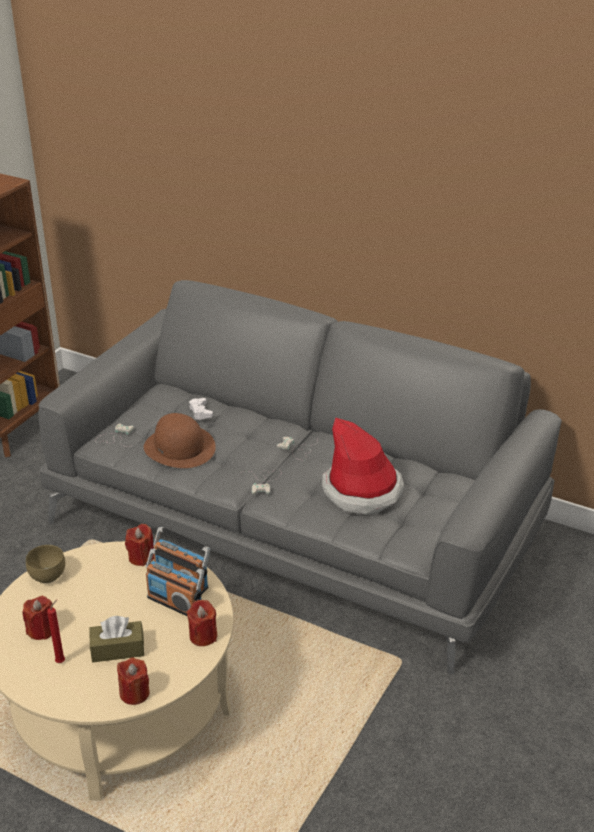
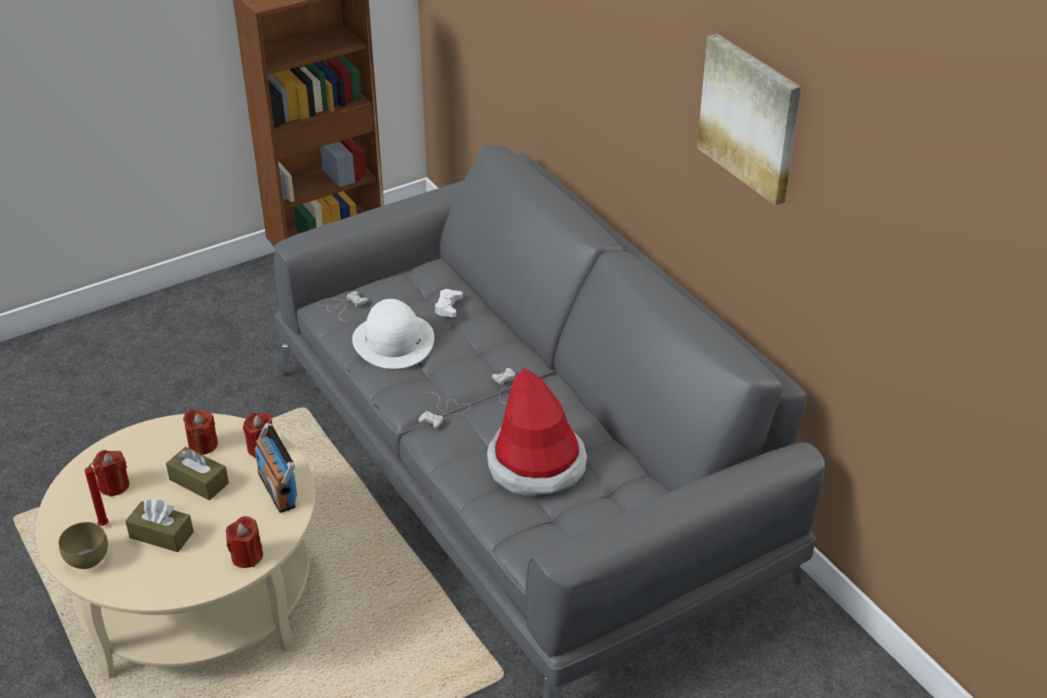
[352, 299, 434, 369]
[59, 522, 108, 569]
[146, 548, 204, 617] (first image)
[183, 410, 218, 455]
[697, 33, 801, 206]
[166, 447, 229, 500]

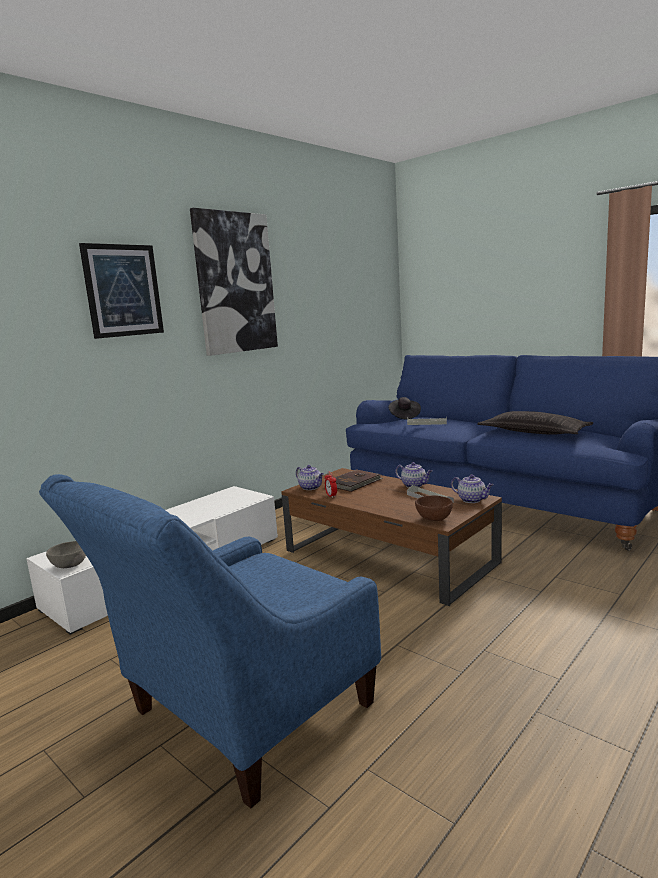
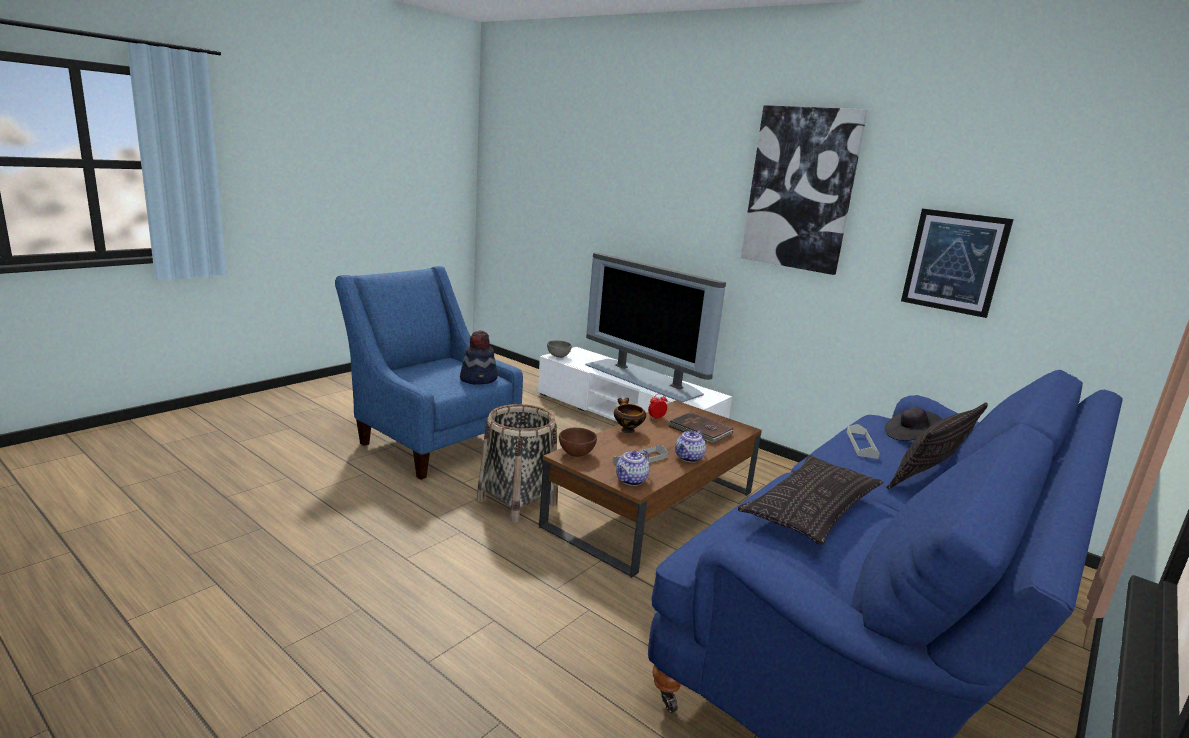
[901, 209, 1014, 318]
[296, 465, 324, 490] (first image)
[585, 252, 726, 403]
[460, 330, 498, 384]
[614, 398, 646, 433]
[887, 402, 988, 489]
[477, 404, 558, 523]

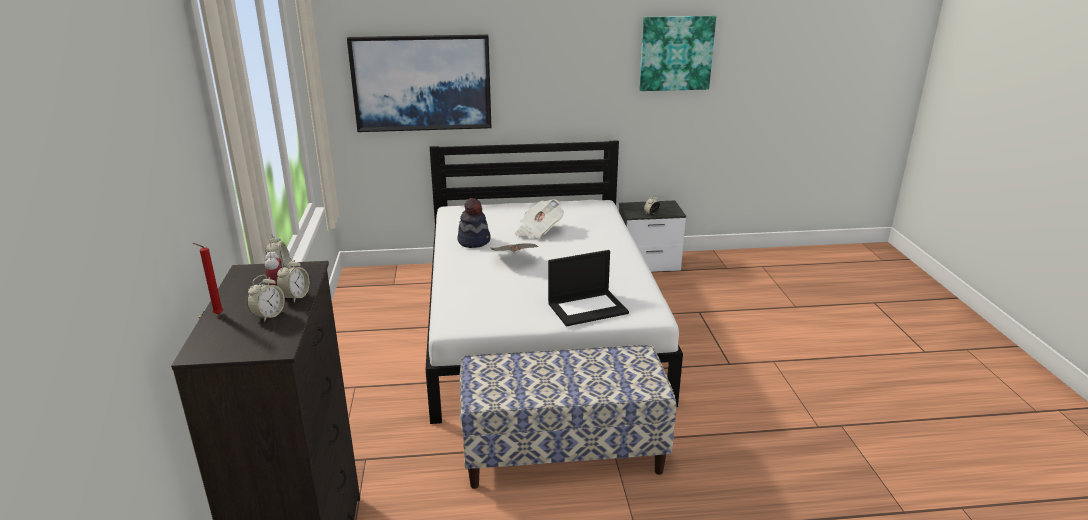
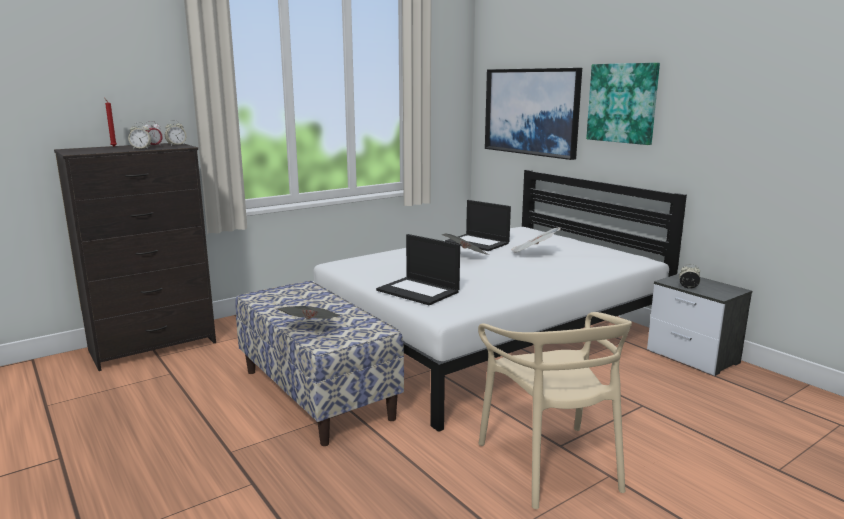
[586, 63, 660, 145]
[445, 200, 511, 251]
[247, 275, 285, 322] (first image)
[277, 306, 340, 319]
[478, 312, 632, 509]

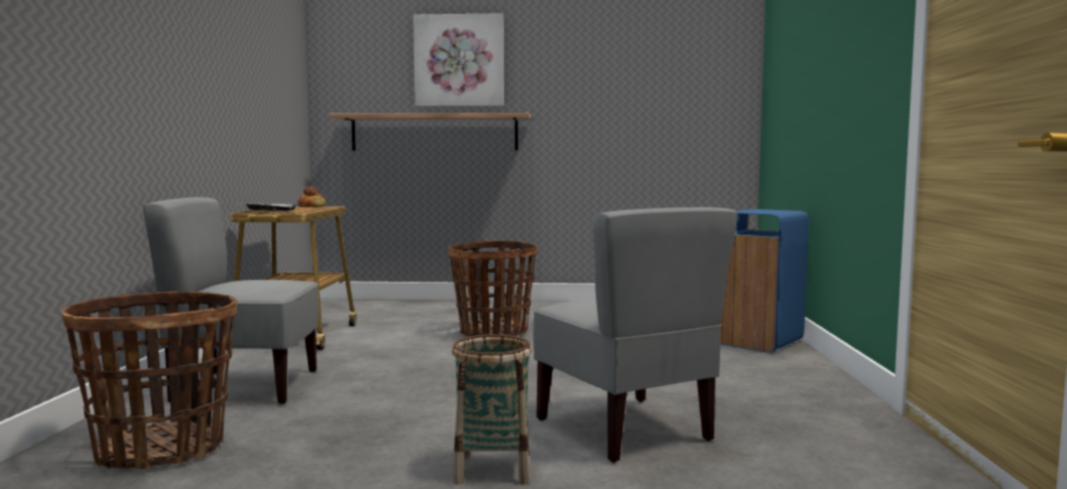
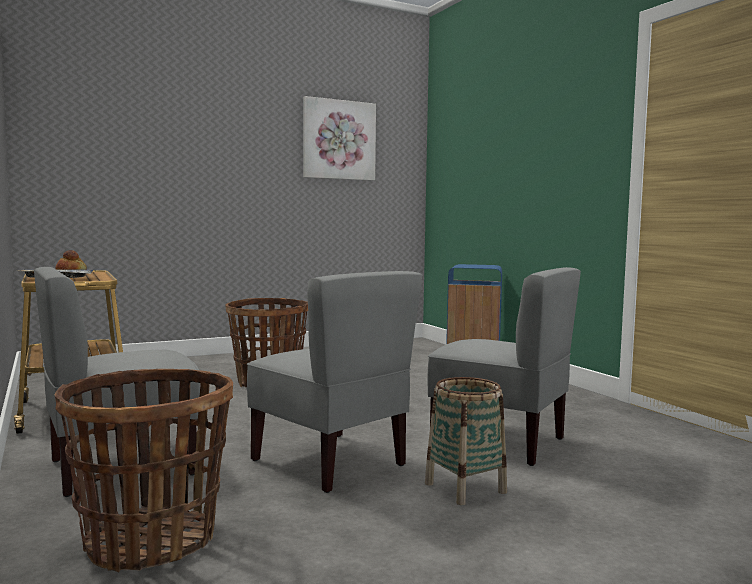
[303, 96, 376, 181]
[329, 113, 531, 151] (first image)
[247, 271, 422, 493]

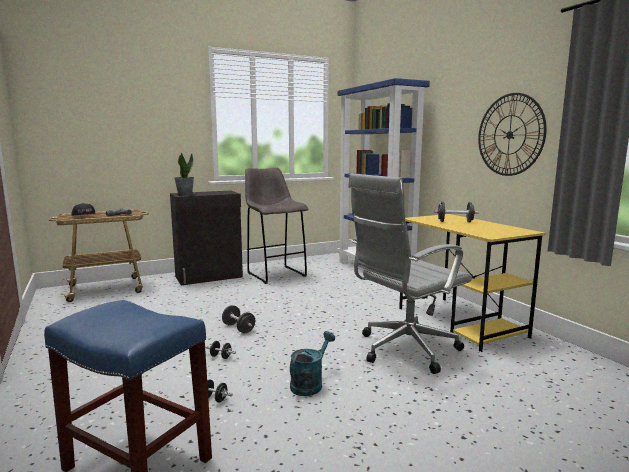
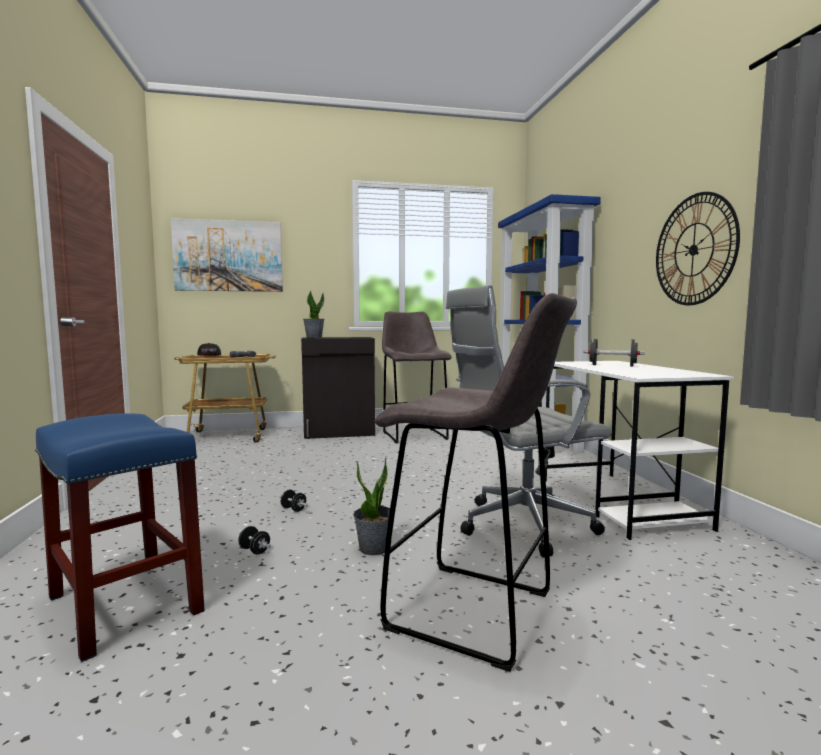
[544, 361, 734, 540]
[222, 305, 255, 333] (first image)
[353, 458, 390, 555]
[171, 218, 283, 292]
[374, 293, 577, 672]

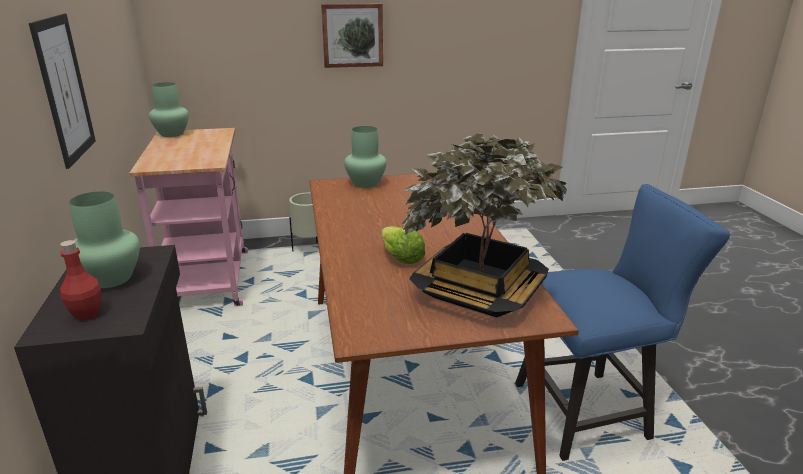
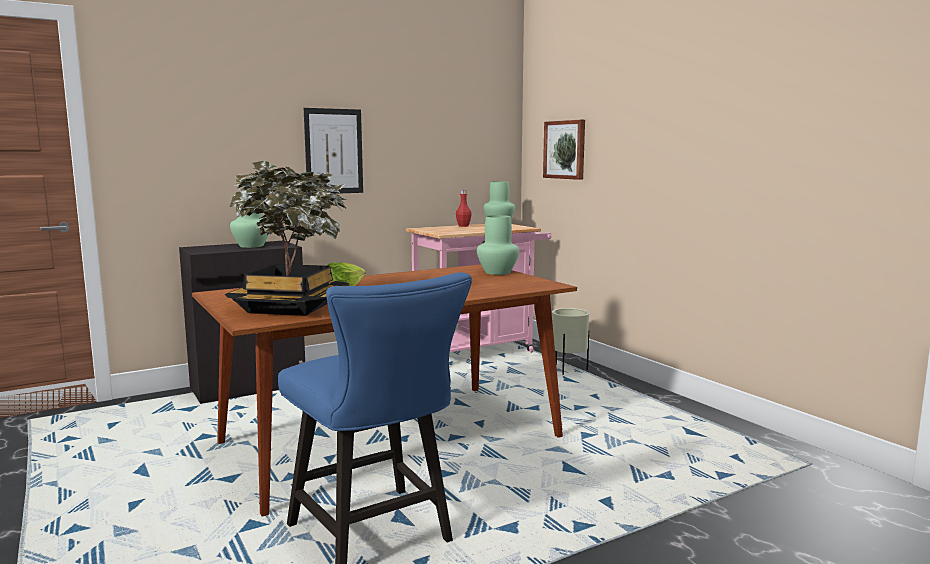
[543, 120, 585, 180]
[456, 190, 472, 227]

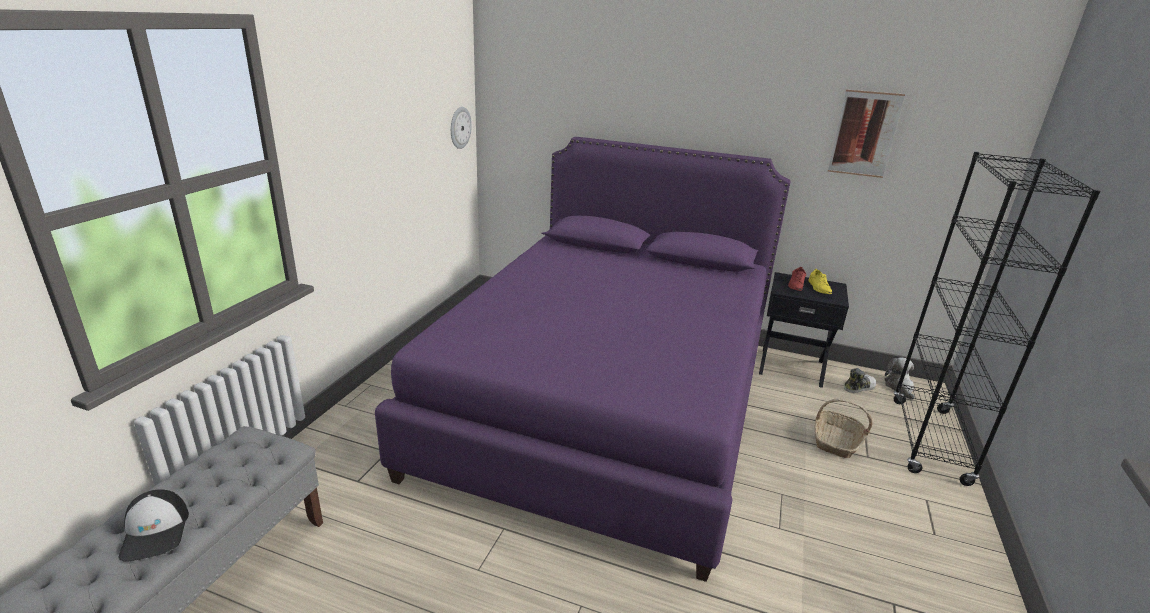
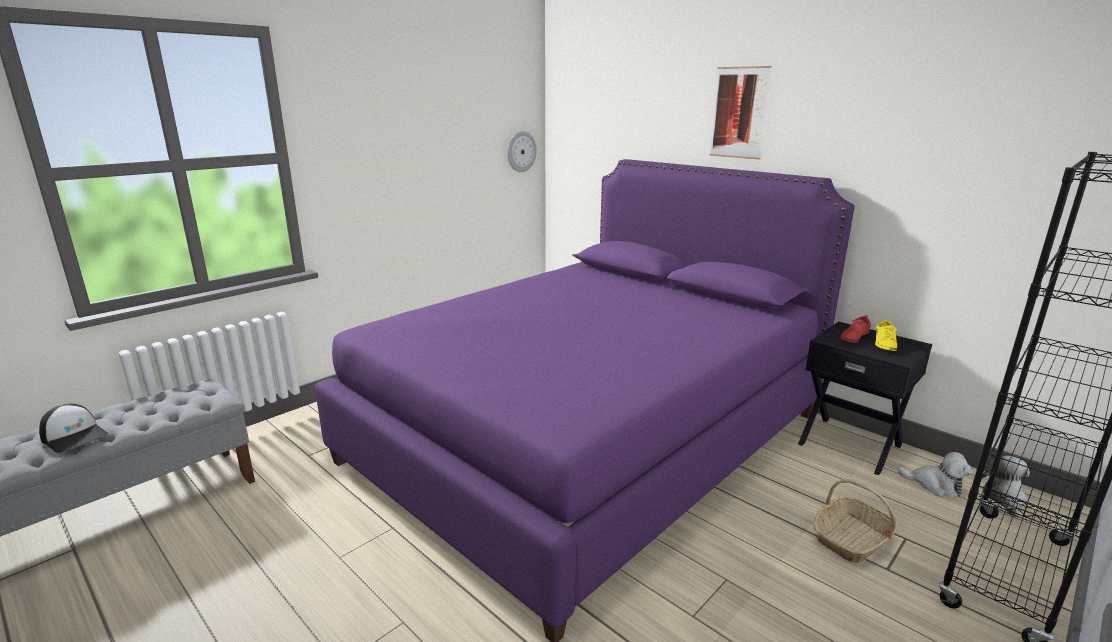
[710, 66, 772, 160]
[898, 452, 973, 497]
[39, 403, 108, 453]

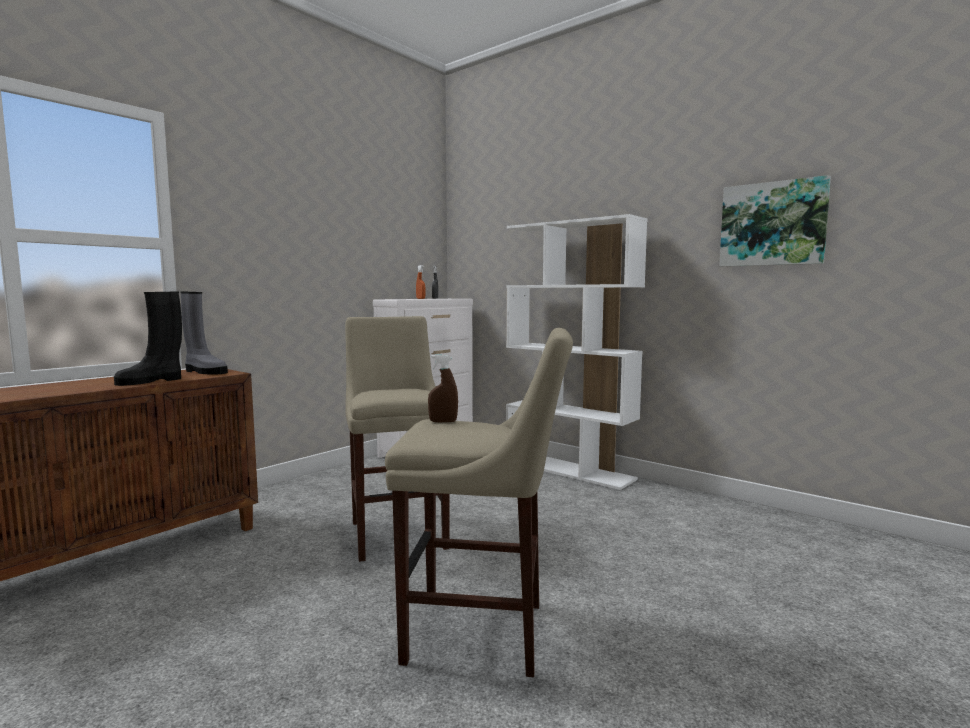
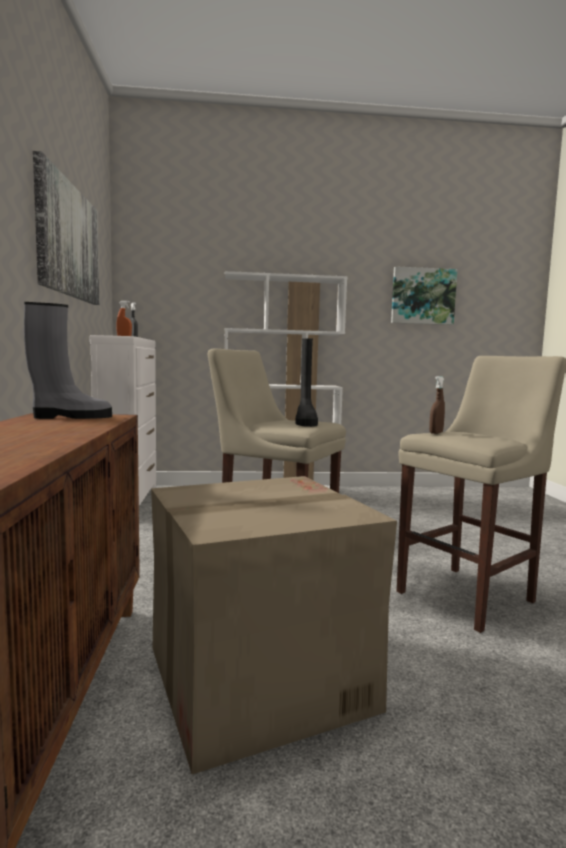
[295, 338, 318, 427]
[33, 151, 99, 305]
[151, 476, 397, 774]

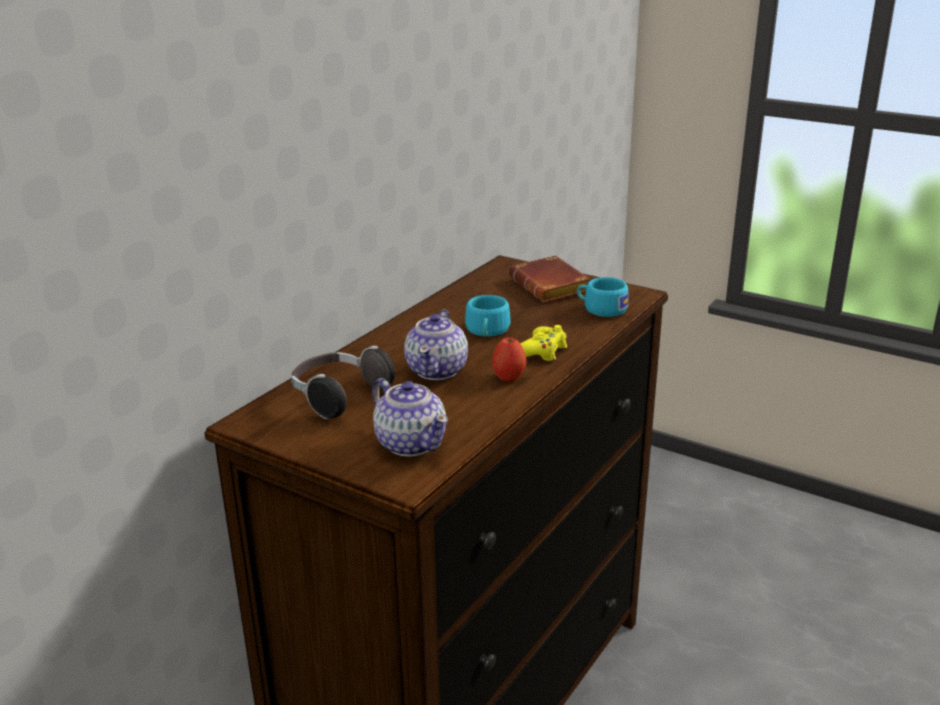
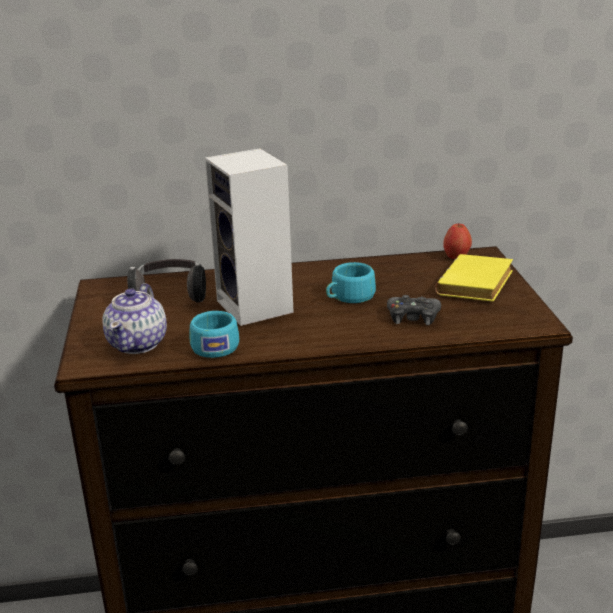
[435, 254, 513, 302]
[190, 311, 239, 358]
[205, 148, 294, 326]
[520, 325, 567, 361] (first image)
[443, 224, 472, 259]
[387, 295, 441, 325]

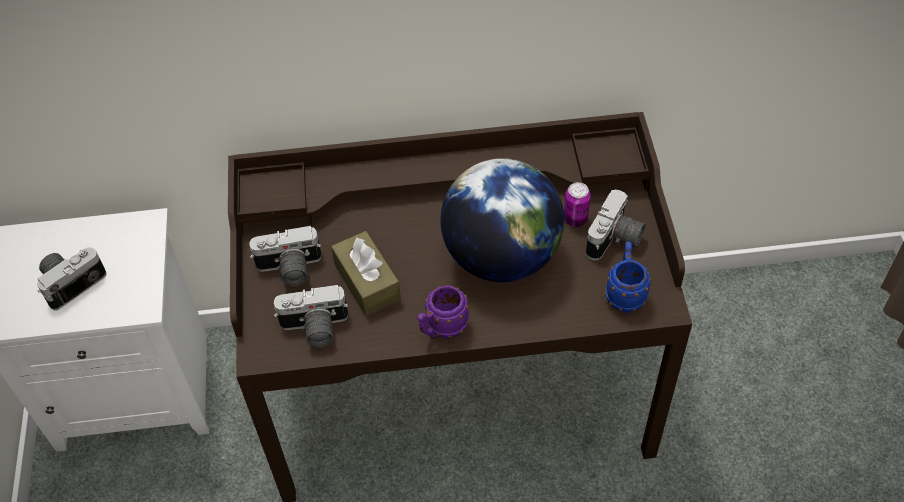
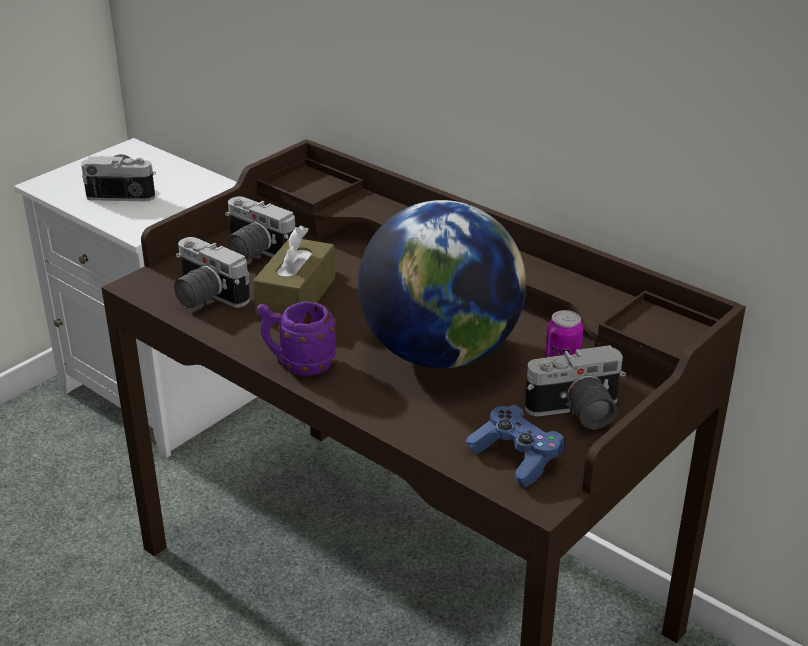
[466, 405, 565, 488]

